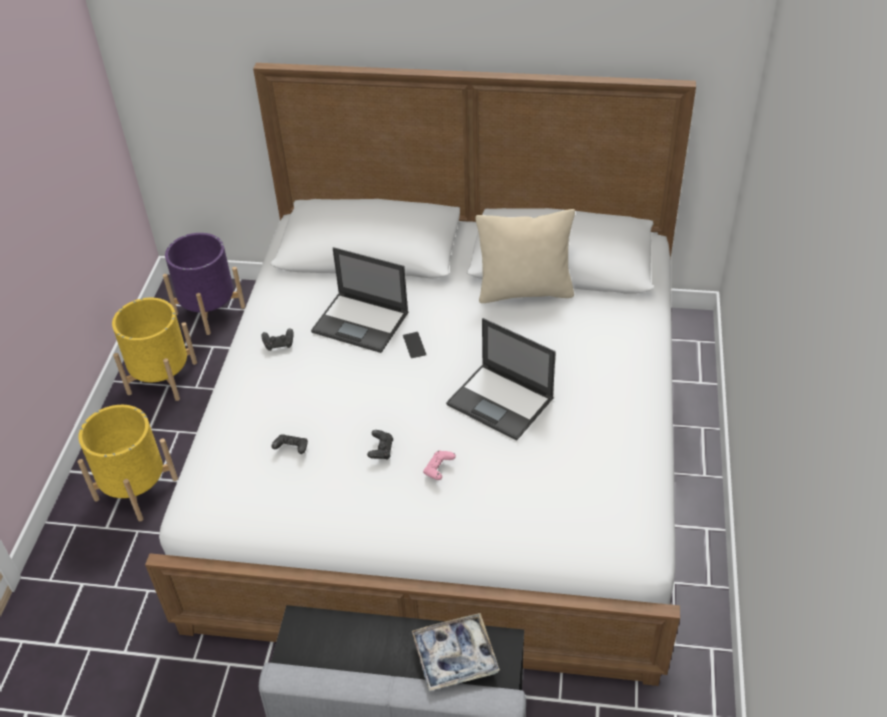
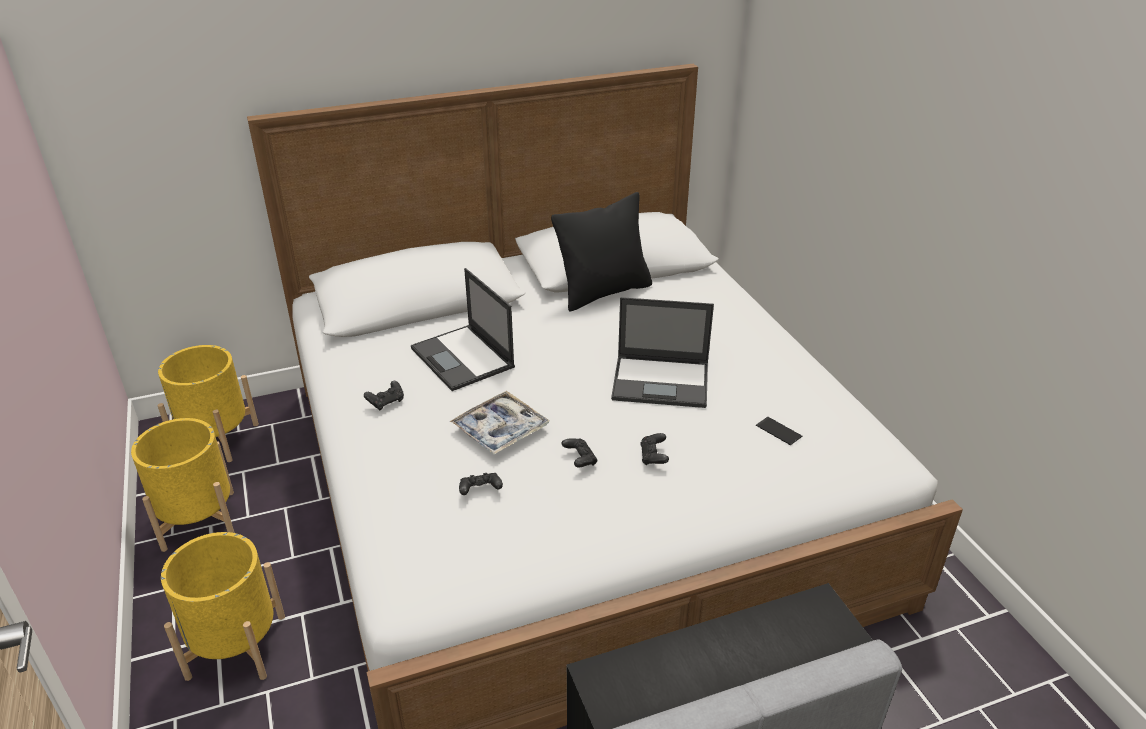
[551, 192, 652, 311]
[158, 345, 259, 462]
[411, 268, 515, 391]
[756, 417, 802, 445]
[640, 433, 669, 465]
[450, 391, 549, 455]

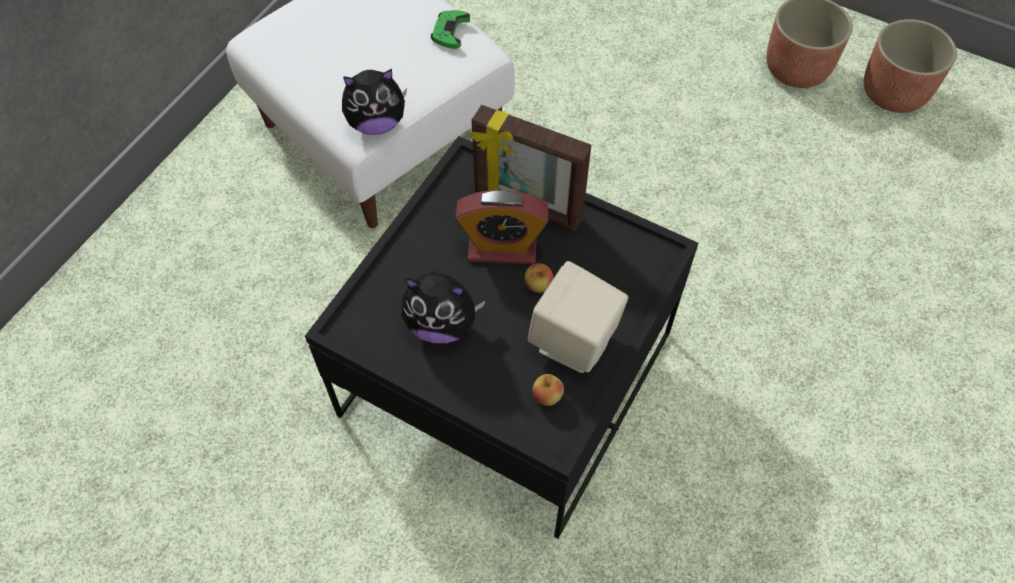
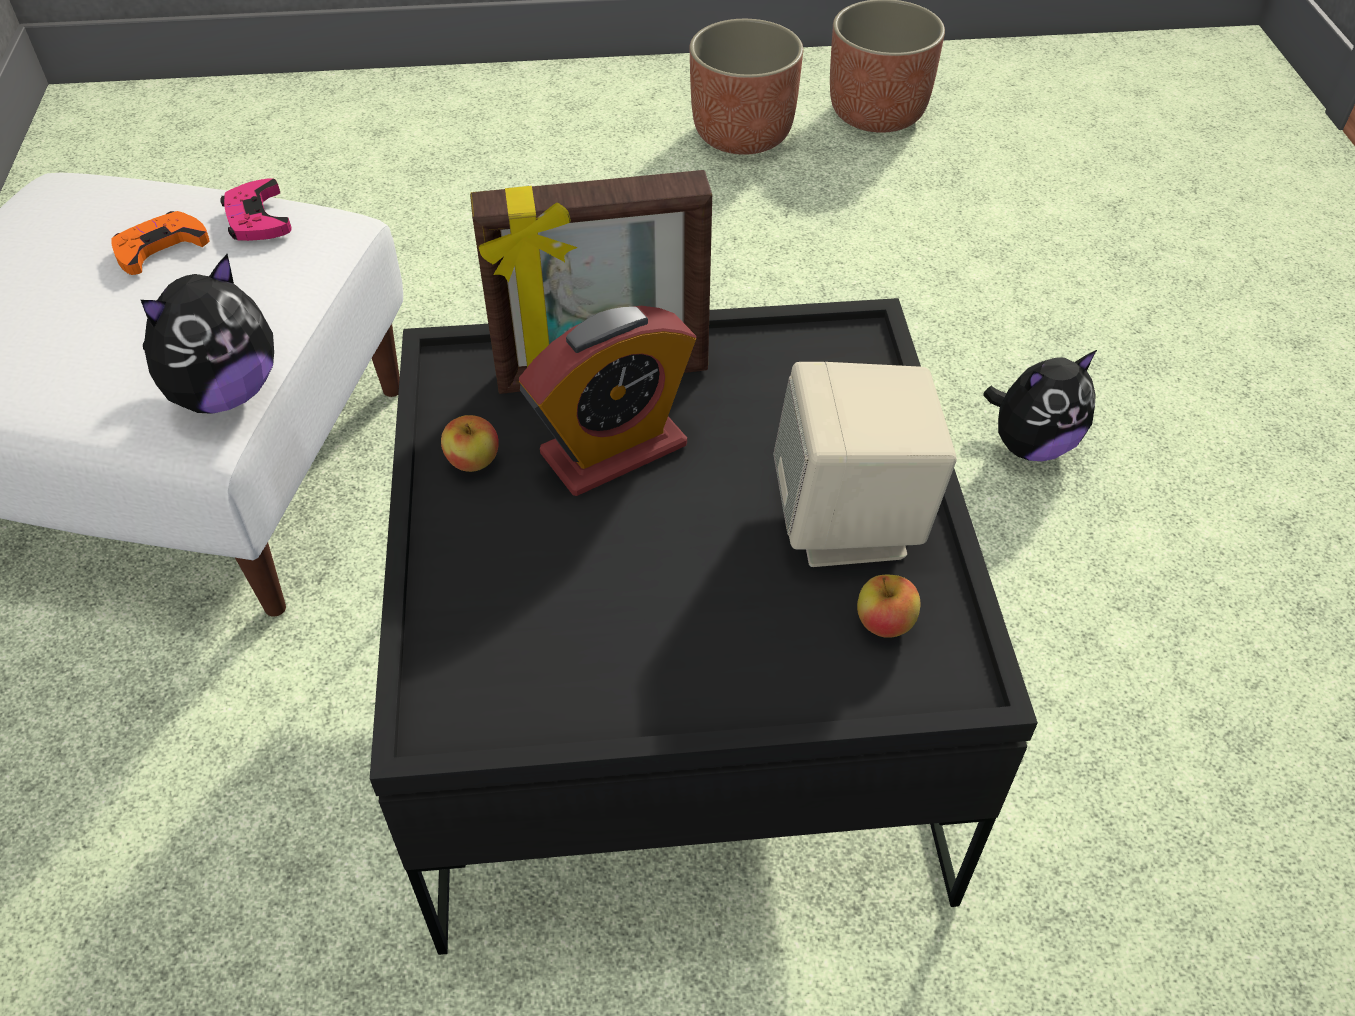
[220, 178, 292, 241]
[441, 415, 499, 472]
[983, 350, 1097, 461]
[112, 211, 210, 275]

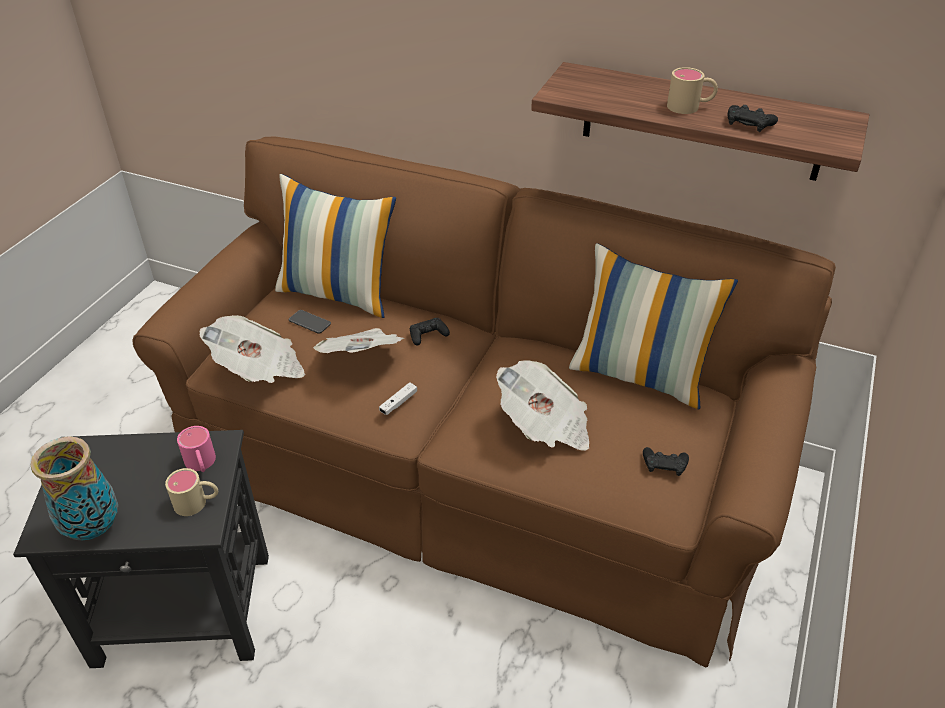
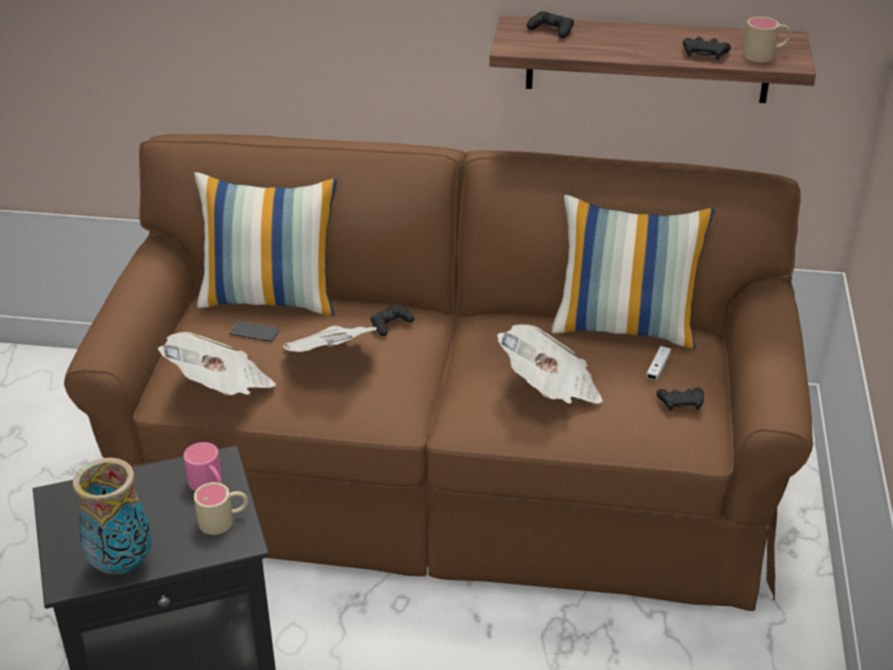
[742, 17, 791, 62]
[646, 346, 671, 380]
[527, 11, 574, 38]

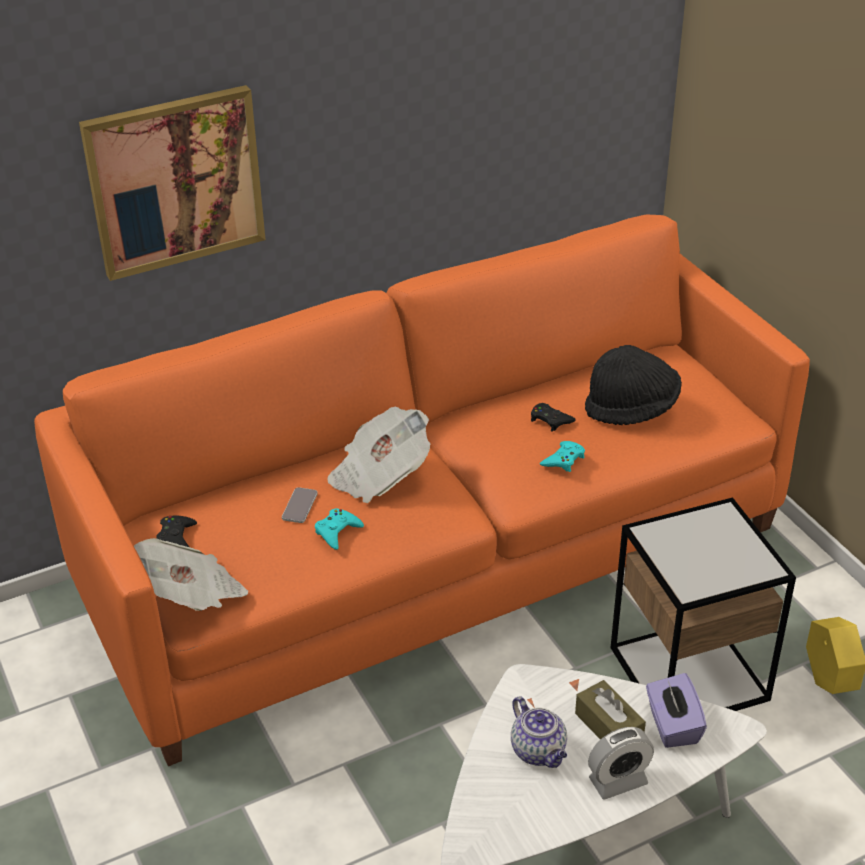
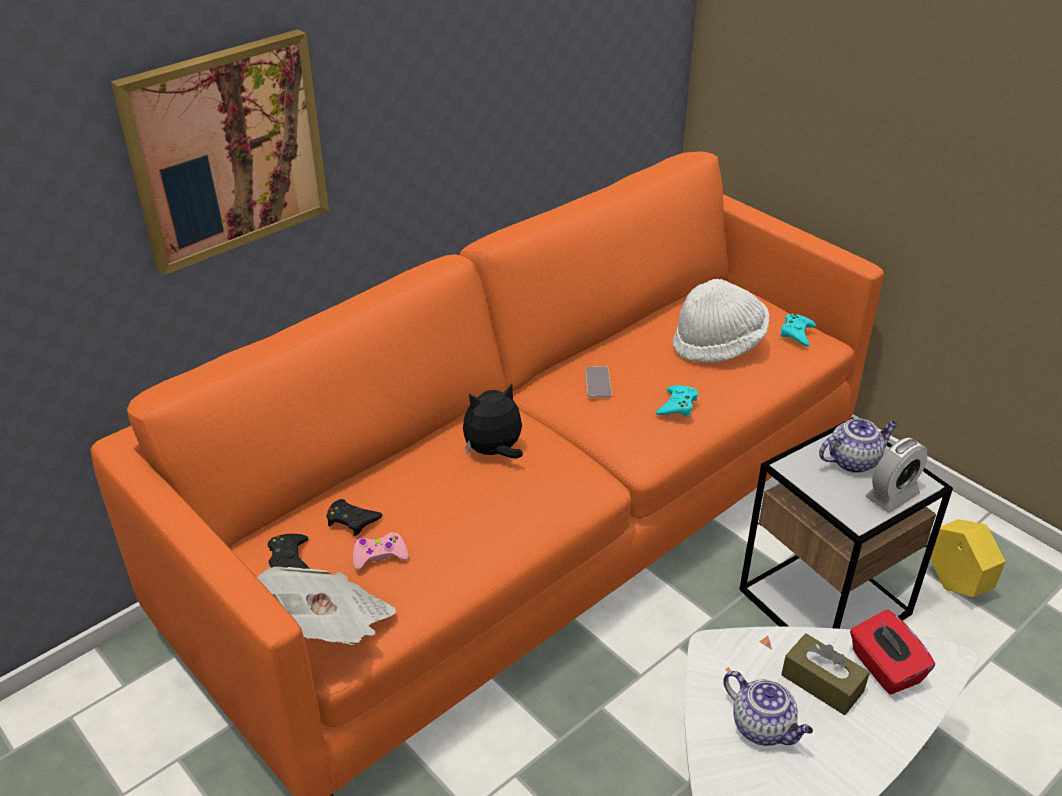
[672, 279, 769, 363]
[326, 499, 382, 536]
[463, 384, 523, 458]
[585, 366, 612, 398]
[780, 314, 816, 346]
[850, 610, 935, 695]
[866, 438, 928, 513]
[819, 418, 898, 473]
[353, 532, 408, 570]

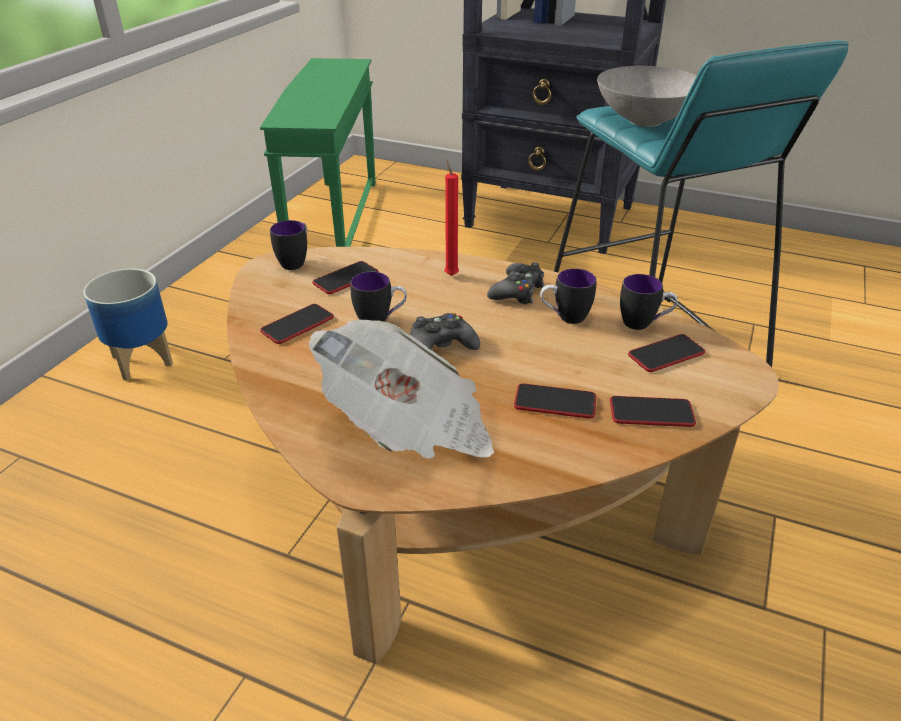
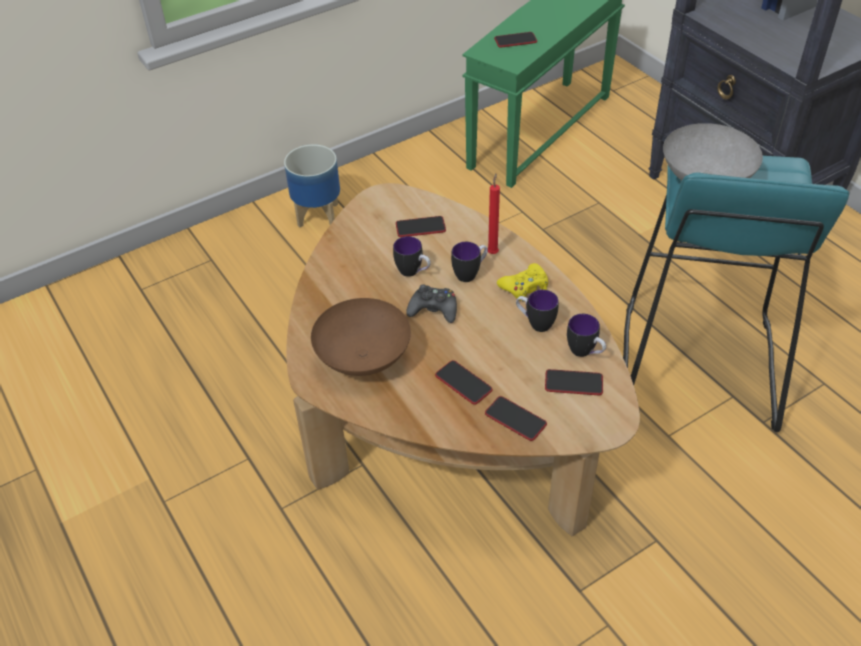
[451, 242, 488, 282]
[497, 263, 548, 302]
[494, 32, 537, 48]
[311, 298, 411, 376]

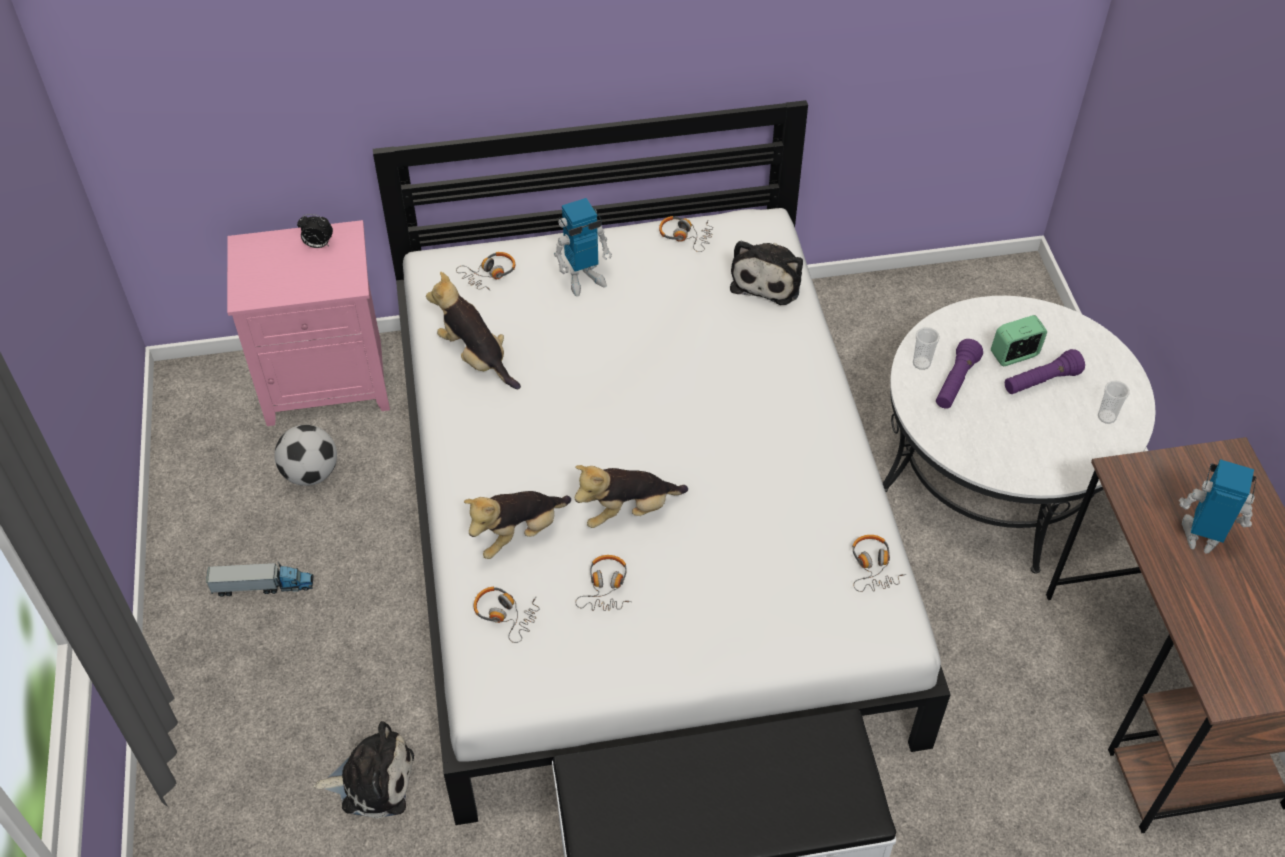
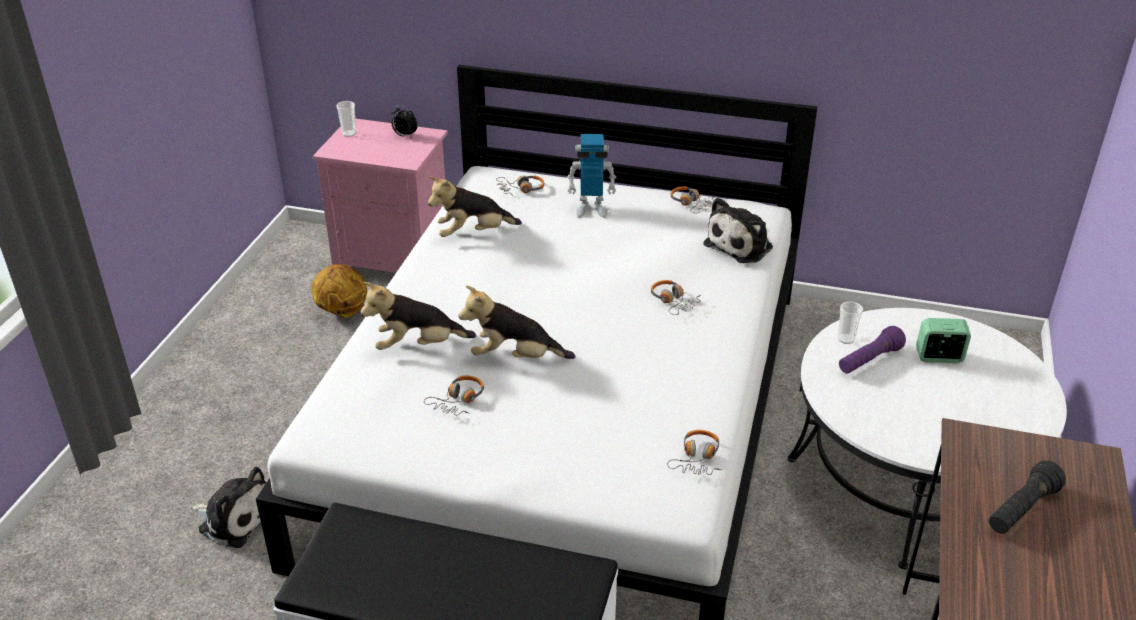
[428, 176, 522, 237]
[1005, 349, 1085, 394] (first image)
[336, 101, 356, 137]
[311, 264, 367, 318]
[989, 460, 1066, 534]
[206, 562, 314, 597] (first image)
[651, 280, 701, 315]

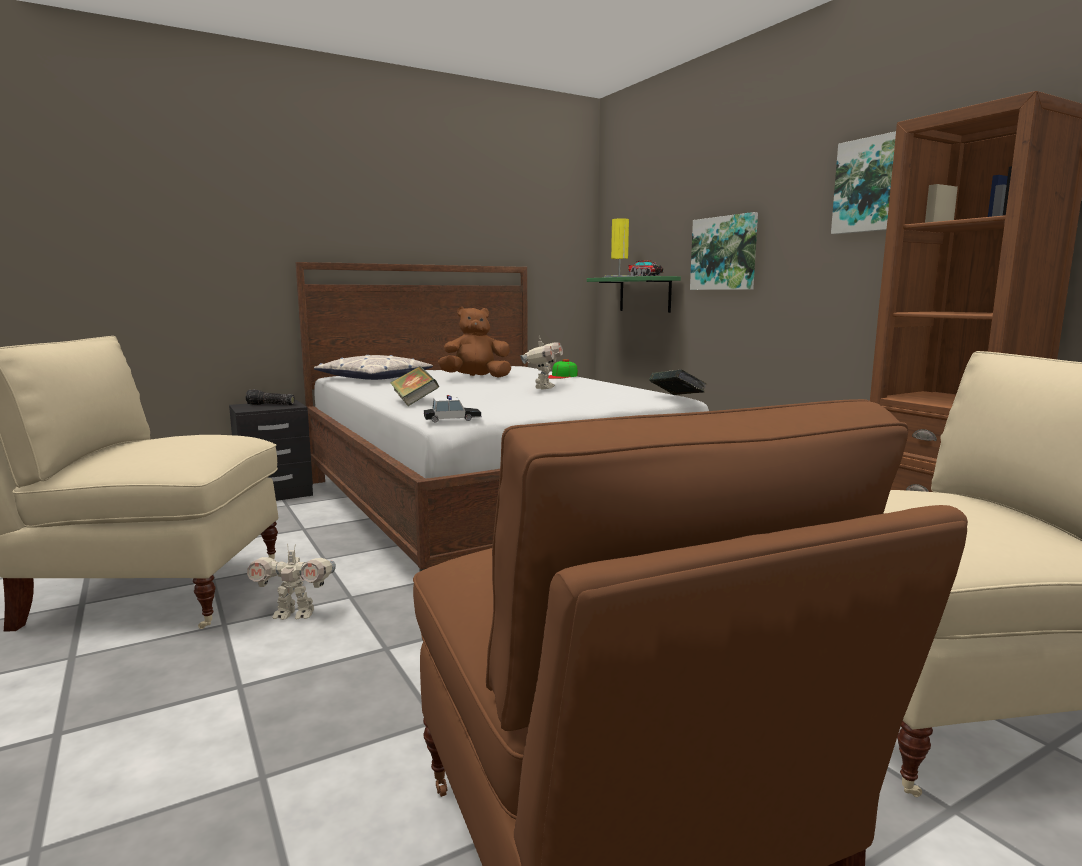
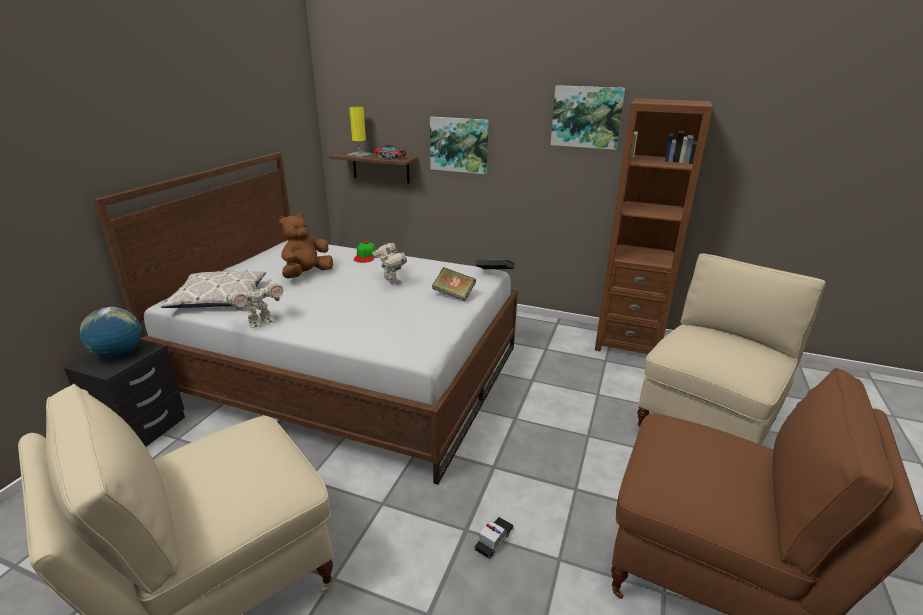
[329, 151, 418, 183]
[432, 267, 476, 302]
[80, 307, 142, 358]
[474, 517, 514, 559]
[226, 280, 283, 328]

